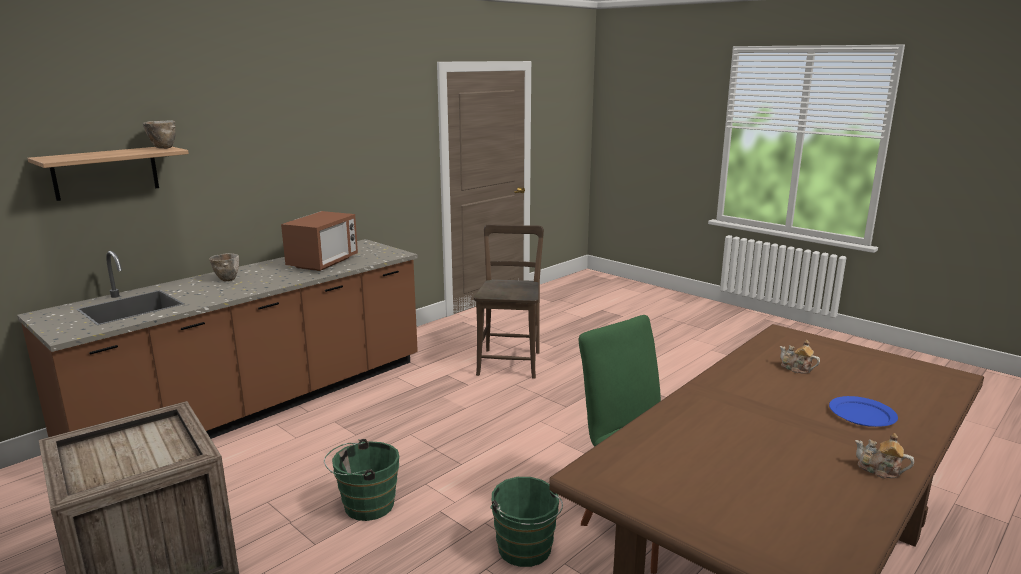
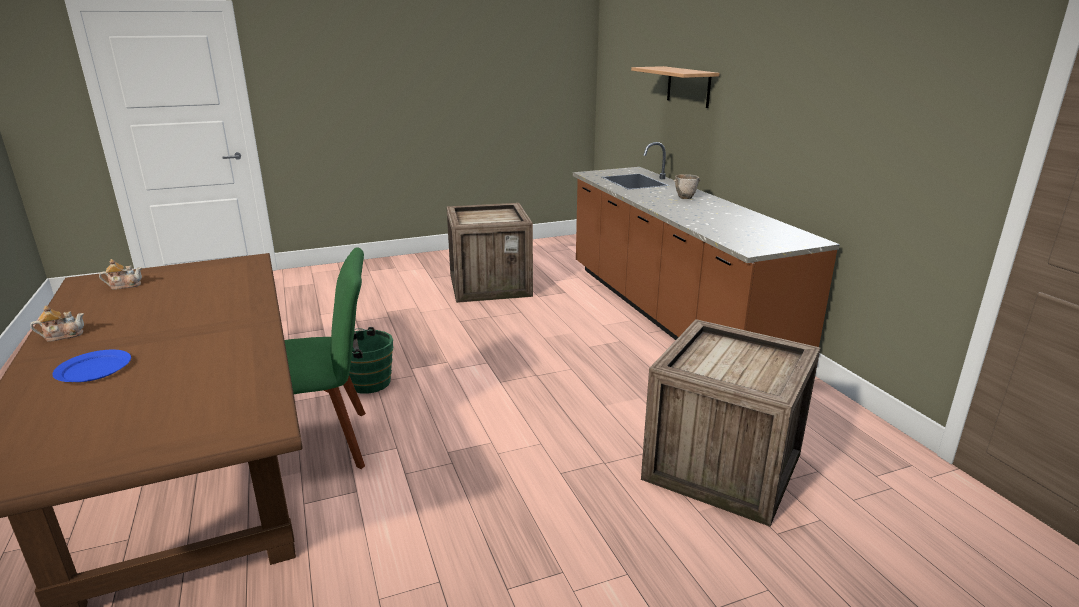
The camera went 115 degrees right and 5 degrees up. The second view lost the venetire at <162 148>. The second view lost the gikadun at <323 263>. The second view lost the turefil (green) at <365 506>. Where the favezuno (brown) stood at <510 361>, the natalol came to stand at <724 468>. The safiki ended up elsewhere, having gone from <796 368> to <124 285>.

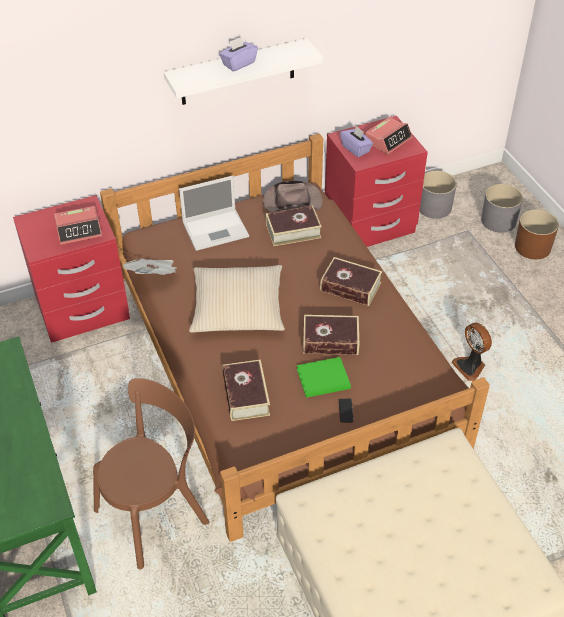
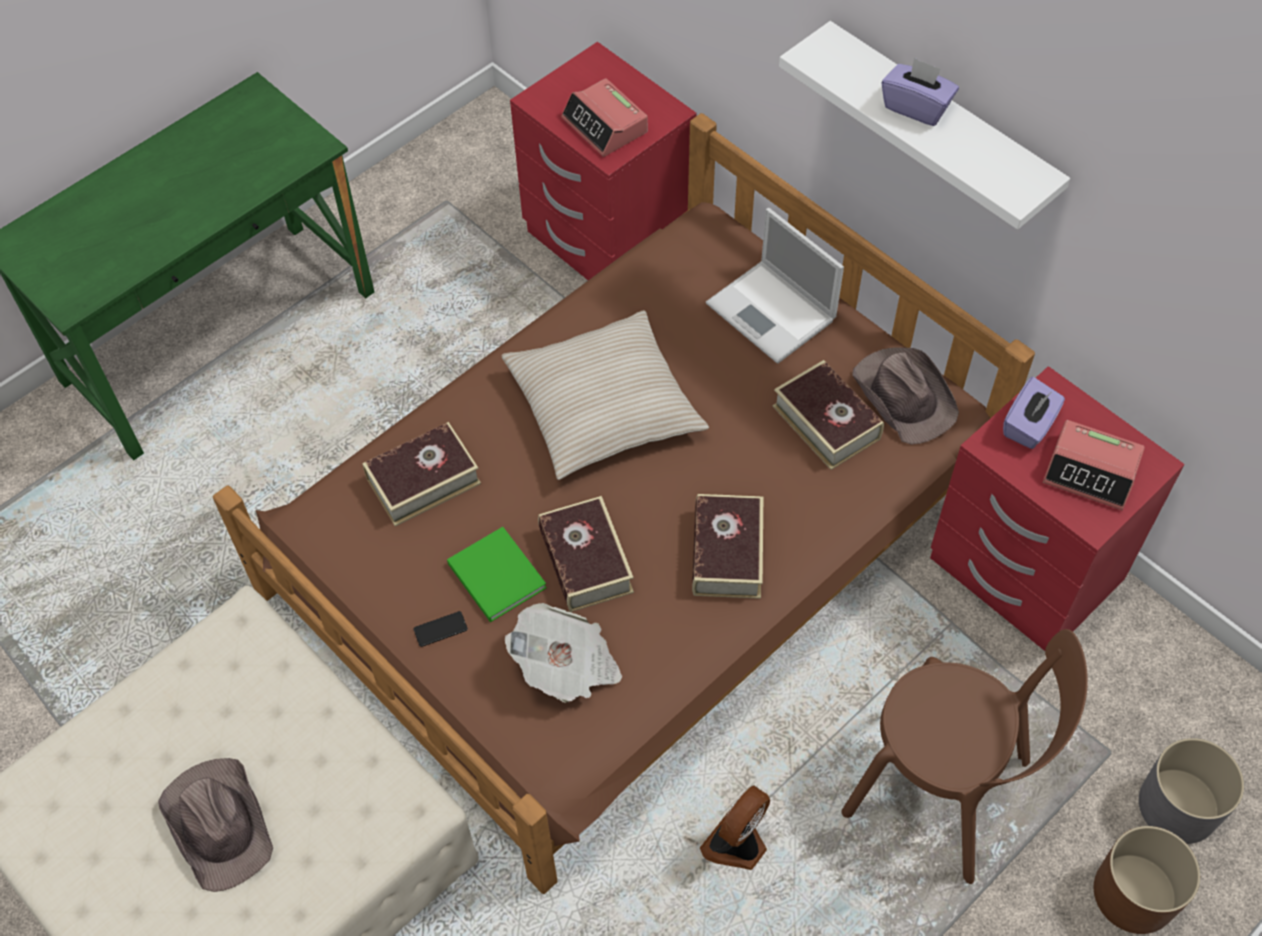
The camera went 70 degrees right and 10 degrees up. The favezuno (brown) ended up elsewhere, having gone from <156 513> to <945 792>. The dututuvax ended up elsewhere, having gone from <154 276> to <567 667>. The second view lost the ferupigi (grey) at <434 207>. The second view gained the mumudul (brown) at <219 822>.

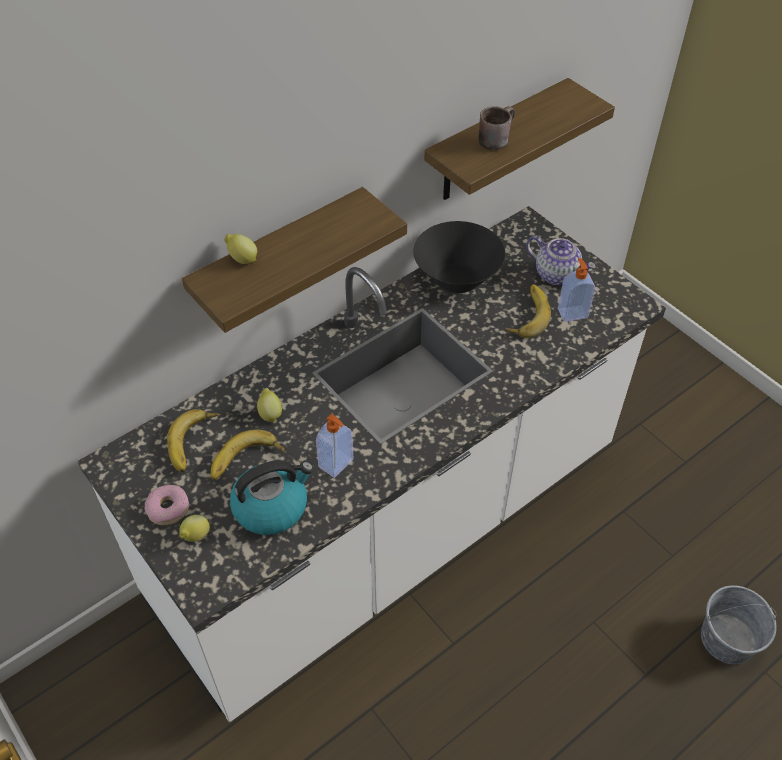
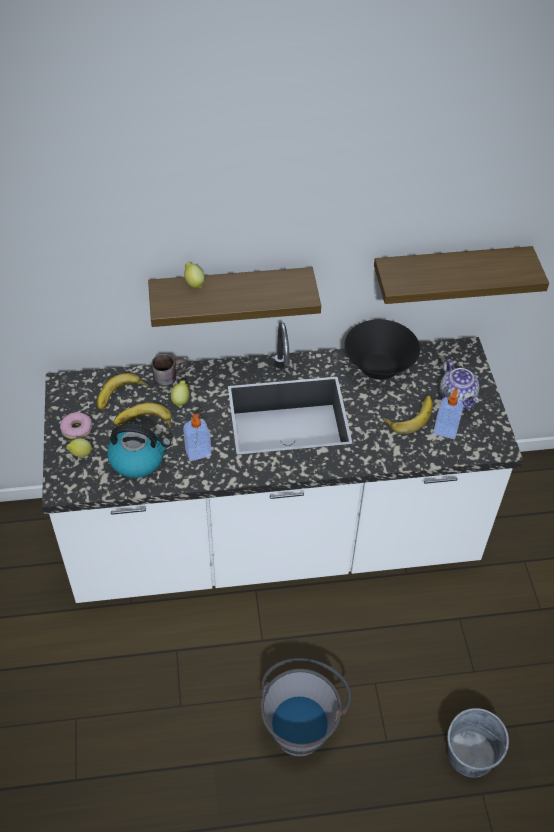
The camera went 30 degrees right and 0 degrees up. The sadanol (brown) ended up elsewhere, having gone from <494 138> to <169 376>. The second view gained the turefil (grey) at <302 721>.

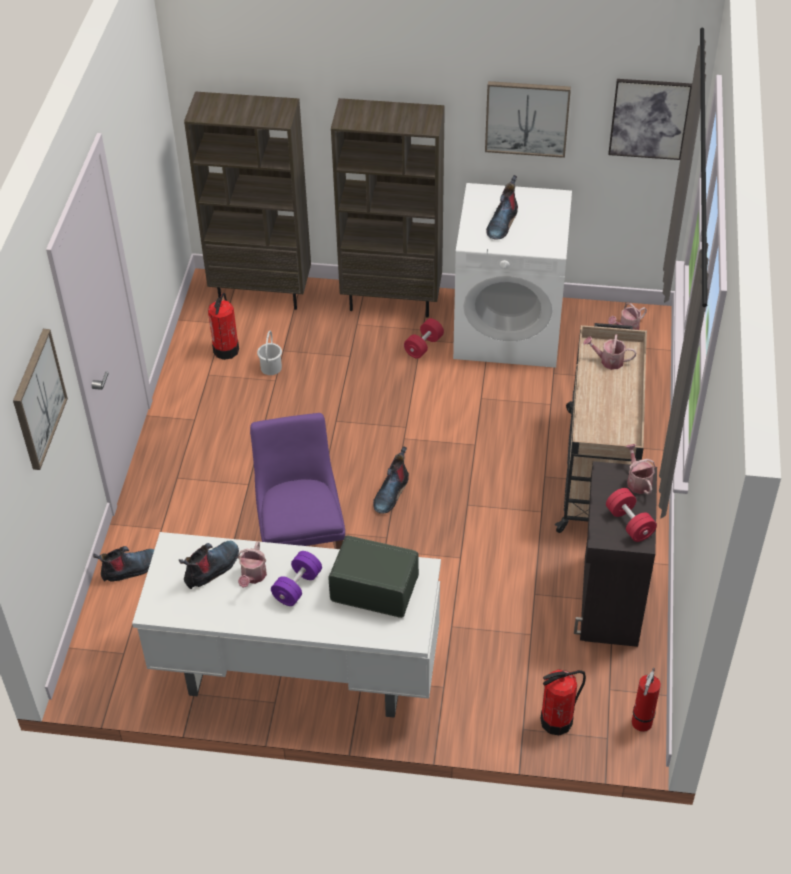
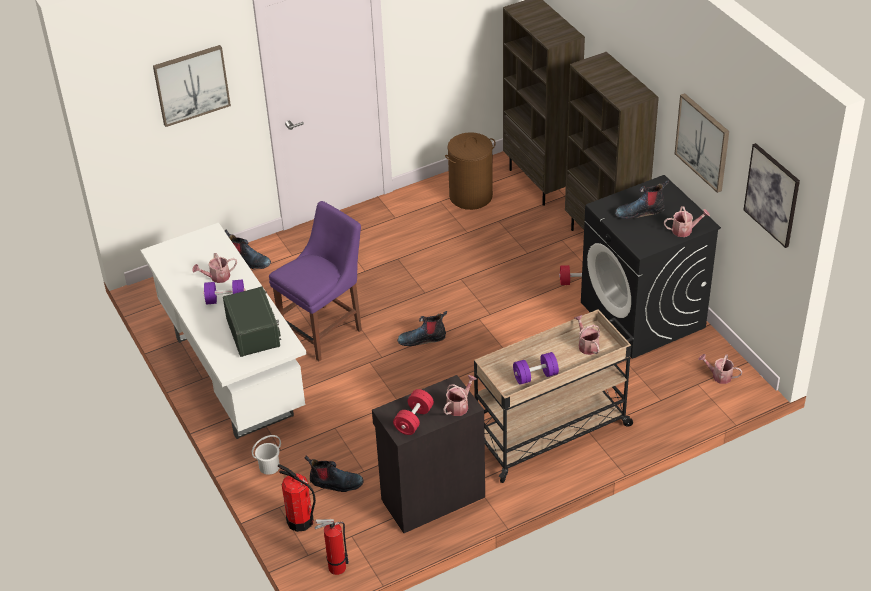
The camera went 55 degrees right and 5 degrees down. The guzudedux ended up elsewhere, having gone from <212 569> to <335 483>. Where the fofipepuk stood at <226 350>, the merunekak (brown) came to stand at <470 196>. The turefil (white) ended up elsewhere, having gone from <271 367> to <269 466>. What was the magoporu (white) at <509 329> turned into the magoporu (black) at <643 315>. The second view gained the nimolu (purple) at <535 376>. The second view gained the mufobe at <685 230>.

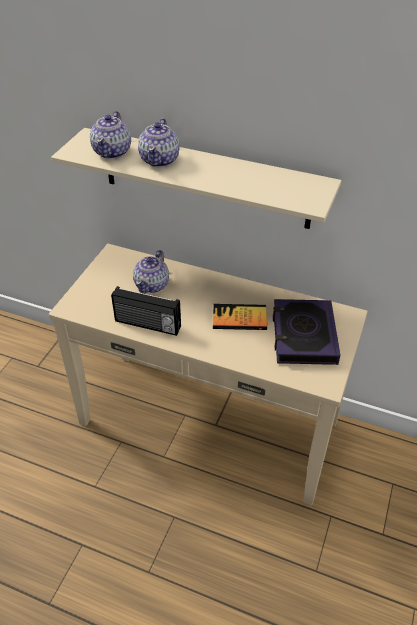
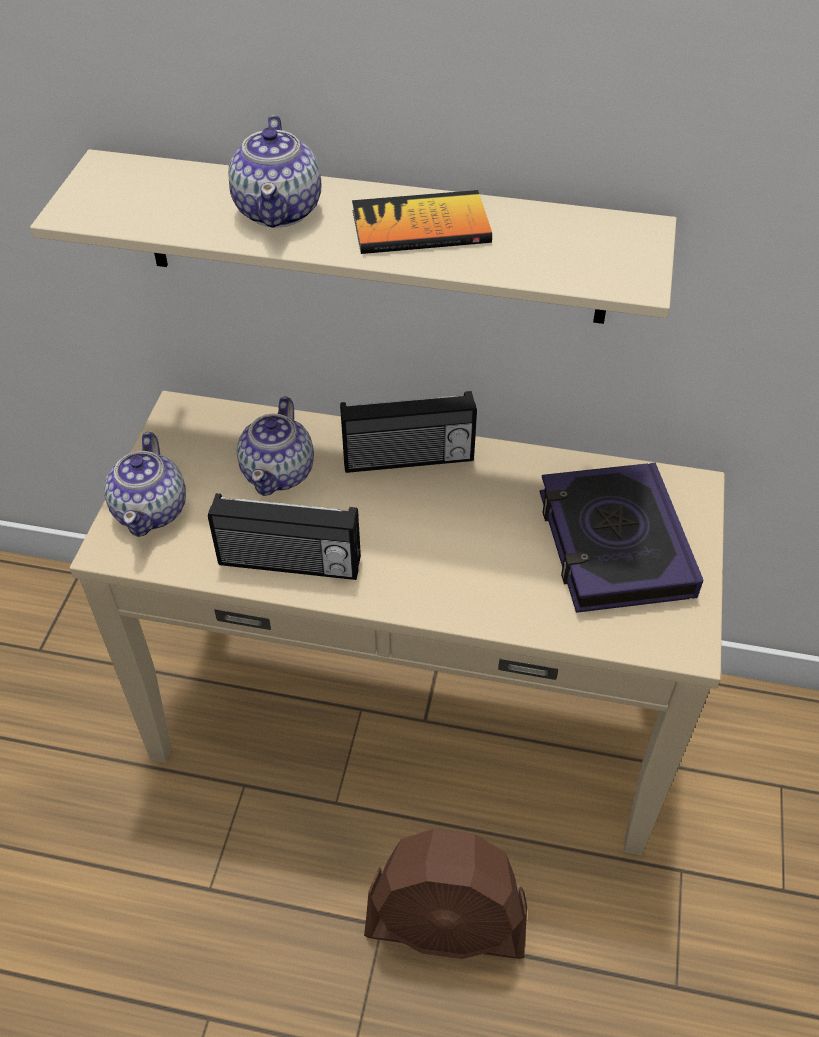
The camera went 10 degrees left and 5 degrees up. The safiki ended up elsewhere, having gone from <113 152> to <152 510>. The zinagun ended up elsewhere, having gone from <239 318> to <420 227>. The second view gained the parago at <408 460>. The second view gained the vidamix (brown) at <446 923>.

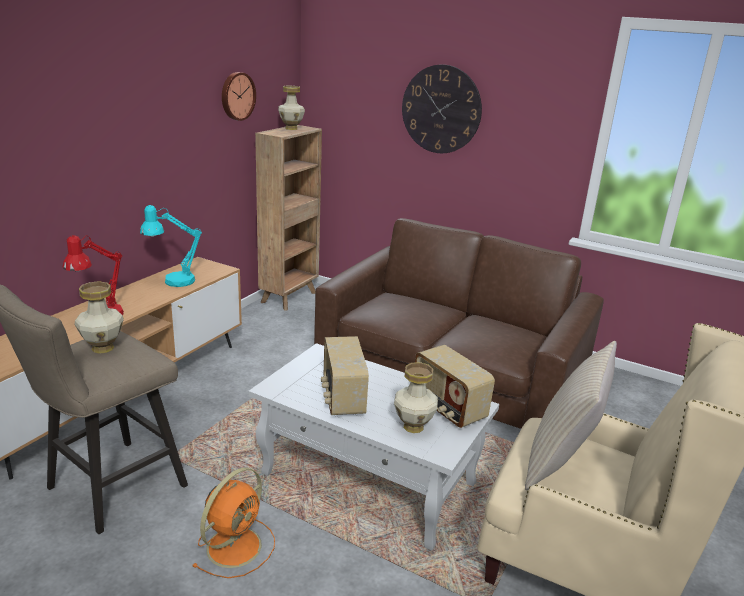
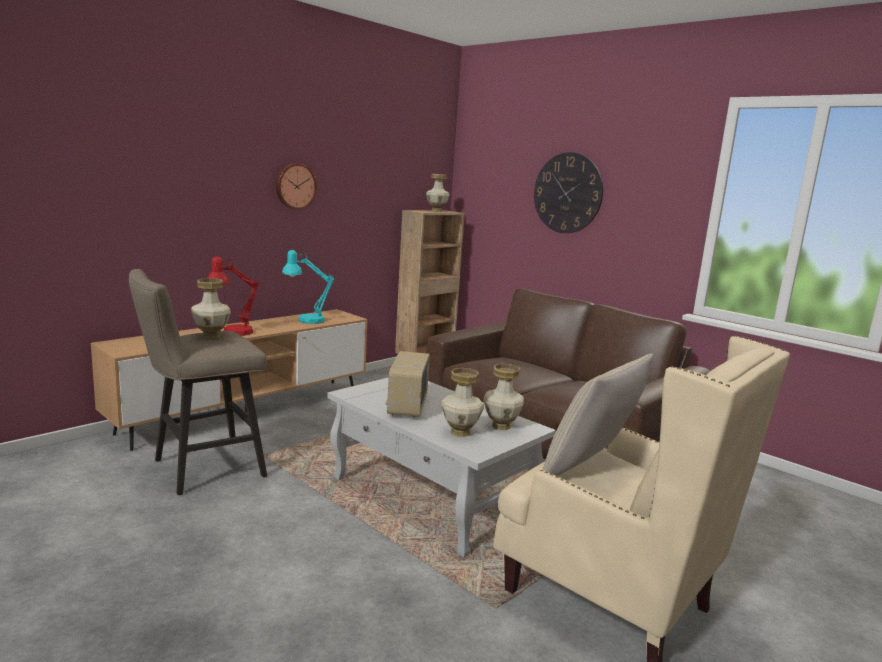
The camera went 15 degrees right and 10 degrees down. The second view lost the vidamix (orange) at <236 545>. The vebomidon ended up elsewhere, having gone from <237 96> to <295 186>. Where the parago stood at <447 409>, the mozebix came to stand at <501 426>.

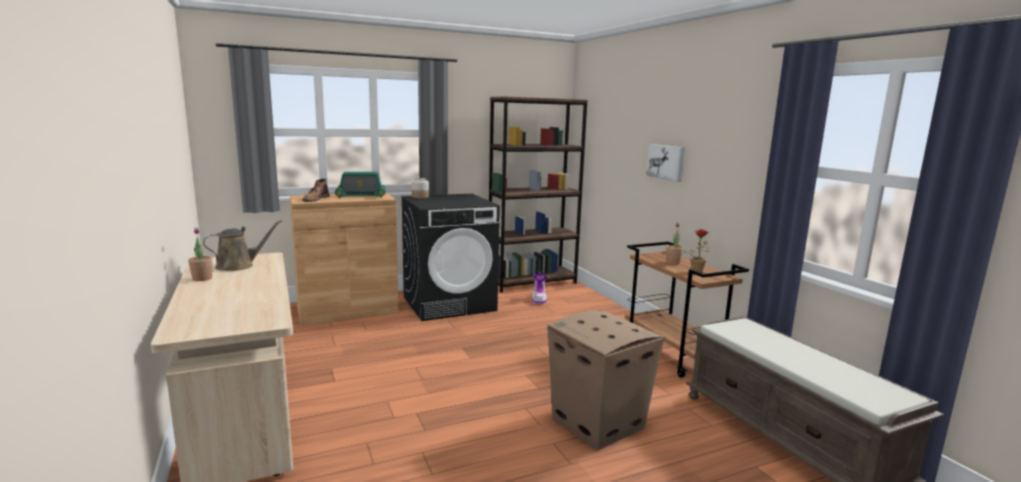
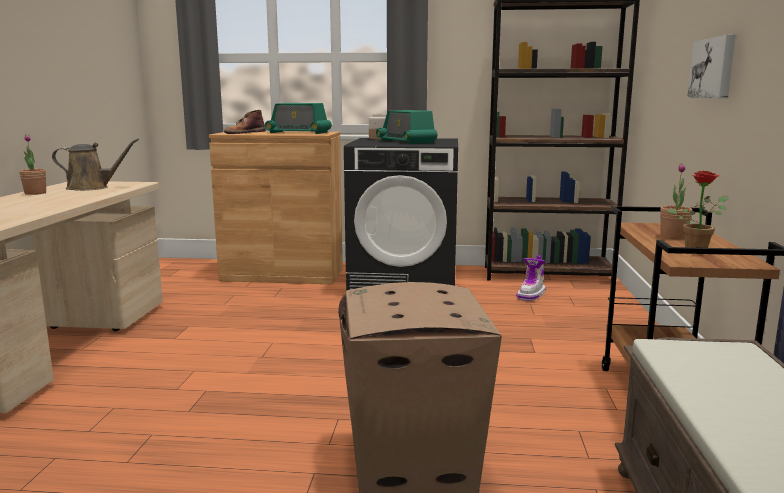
The camera went 30 degrees right and 0 degrees up. The second view gained the parago at <406 141>.

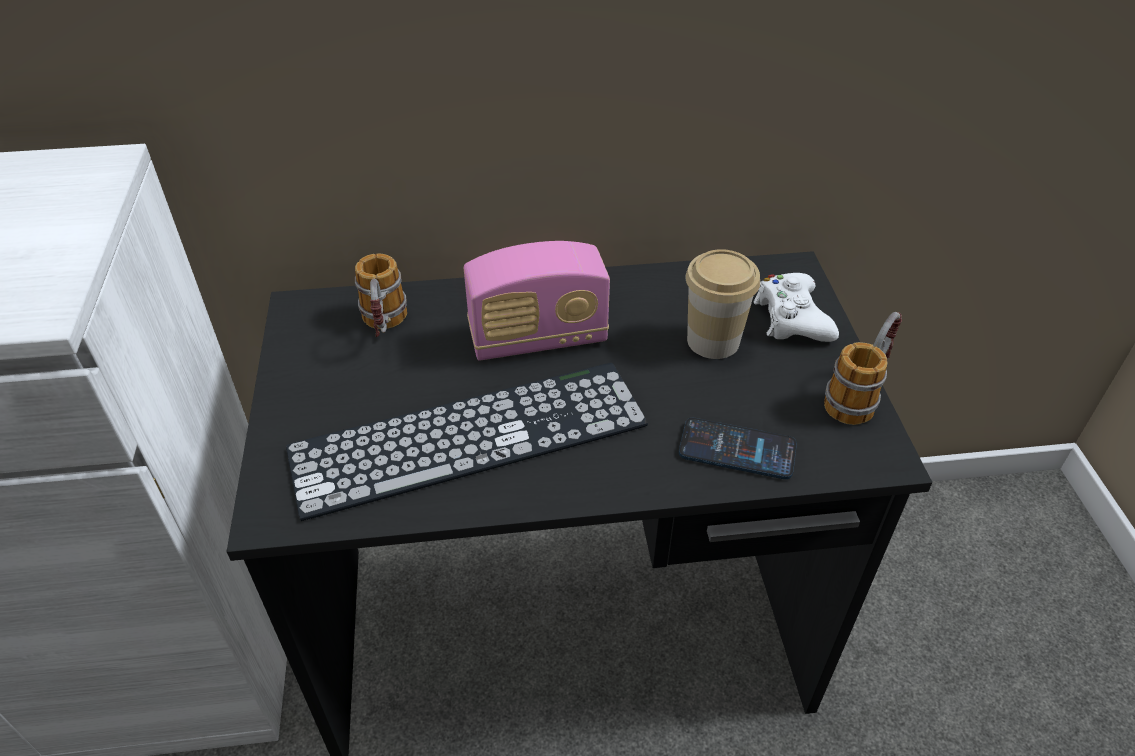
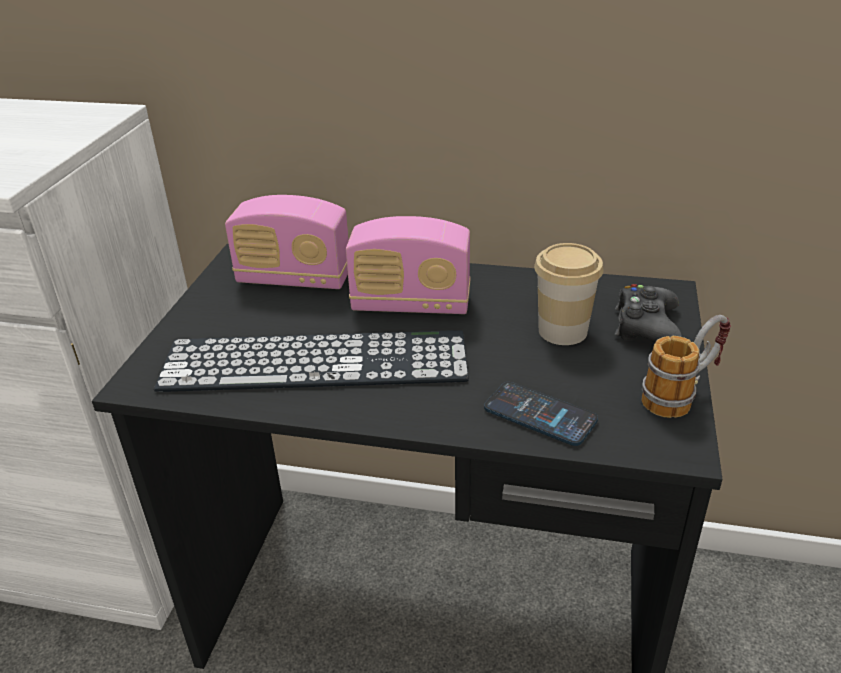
The camera went 20 degrees right and 10 degrees down. Where the sadanol stood at <385 329>, the parago came to stand at <294 279>. What was the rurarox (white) at <791 318> turned into the rurarox (black) at <646 326>.

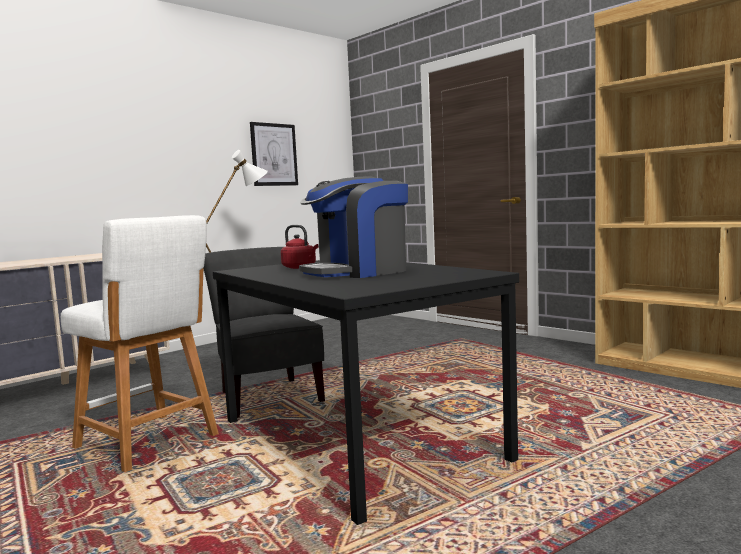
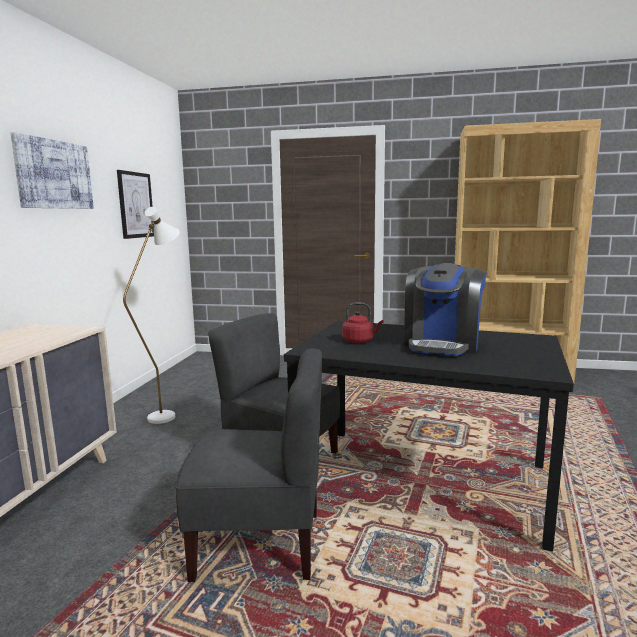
The camera went 35 degrees left and 5 degrees up. Where the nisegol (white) stood at <150 443>, the favezuno (grey) came to stand at <260 544>. The second view gained the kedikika at <54 174>.

